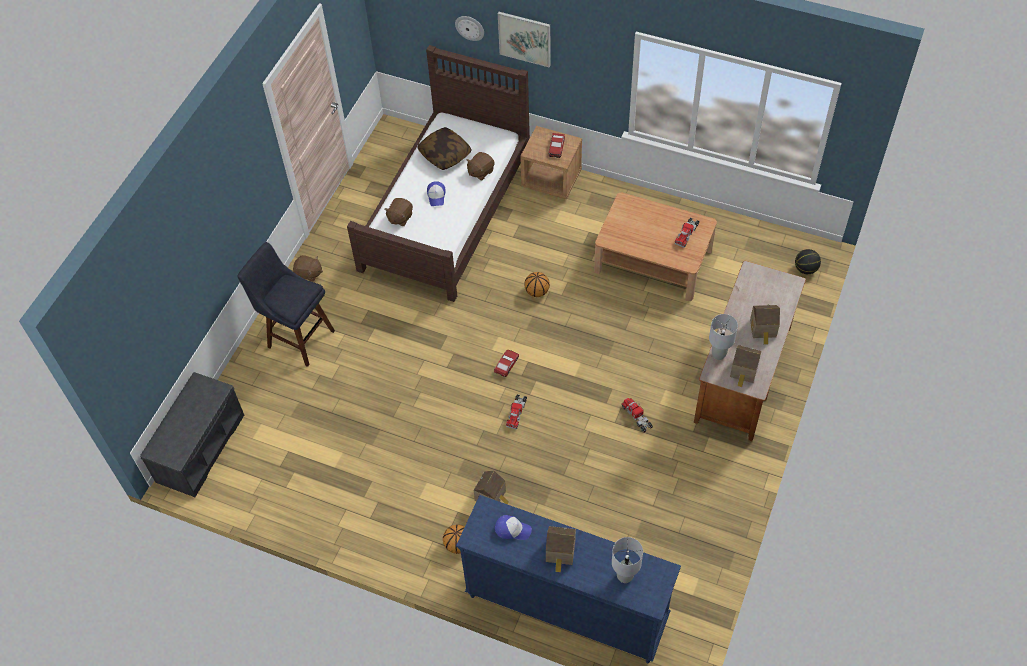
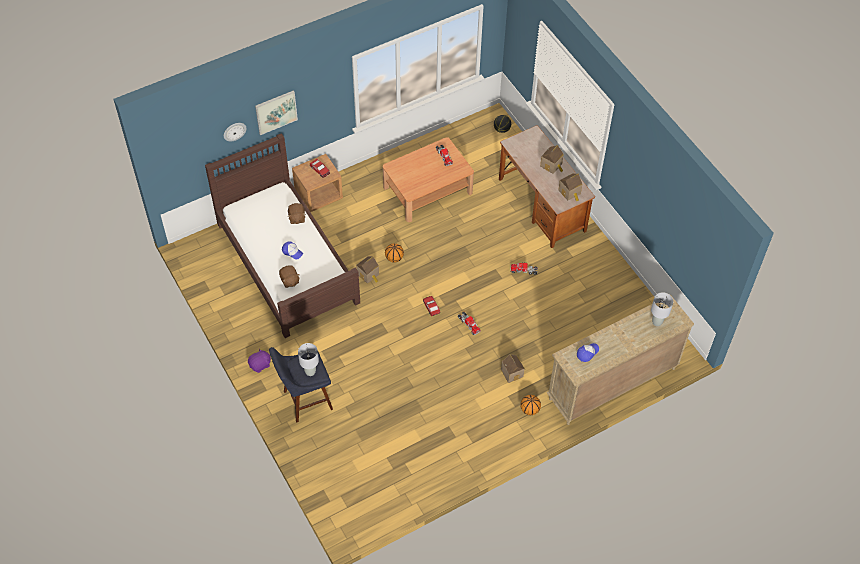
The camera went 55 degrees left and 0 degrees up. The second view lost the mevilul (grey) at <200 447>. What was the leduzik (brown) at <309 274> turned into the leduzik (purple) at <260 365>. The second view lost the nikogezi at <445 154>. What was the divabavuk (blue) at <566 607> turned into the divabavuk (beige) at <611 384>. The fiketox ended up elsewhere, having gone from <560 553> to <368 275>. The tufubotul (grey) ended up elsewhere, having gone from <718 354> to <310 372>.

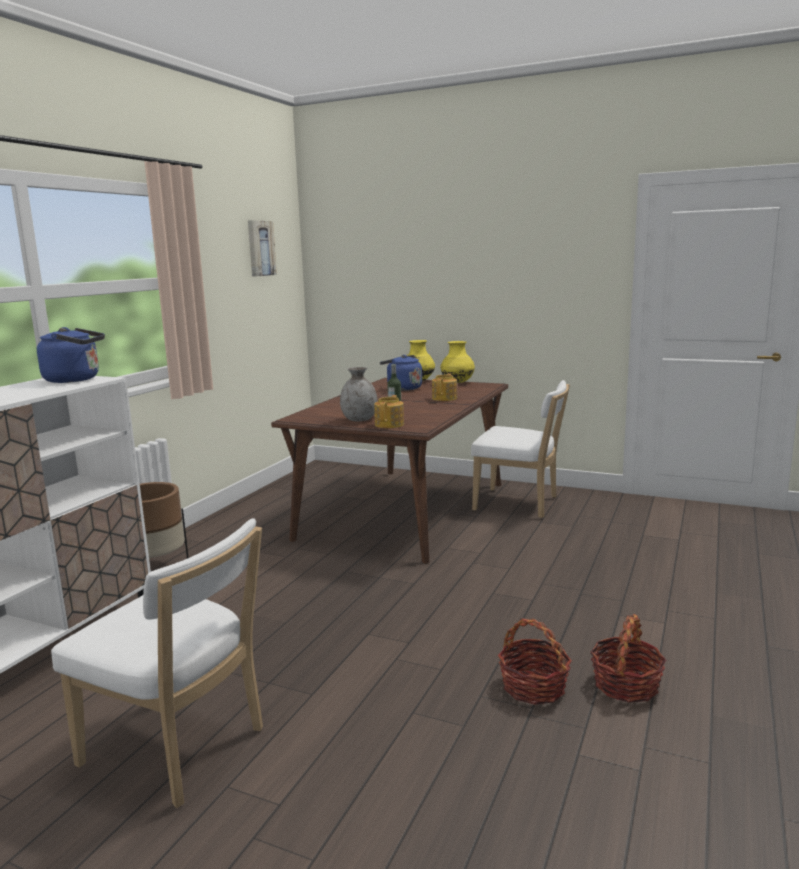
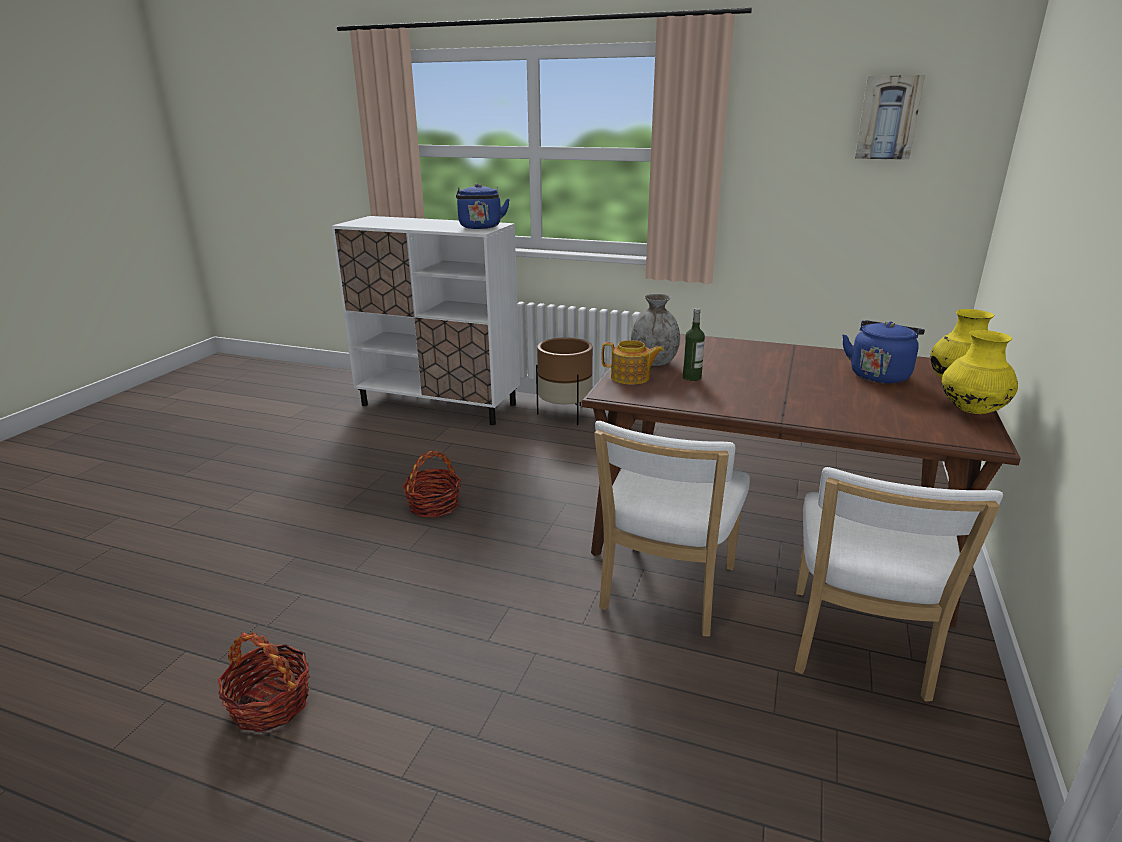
The camera went 85 degrees right and 10 degrees up. The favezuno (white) ended up elsewhere, having gone from <180 749> to <665 592>. The second view lost the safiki at <445 398>. The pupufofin ended up elsewhere, having gone from <533 687> to <434 505>.

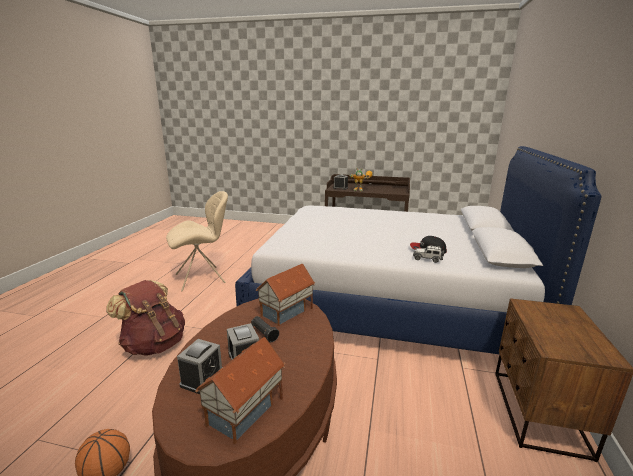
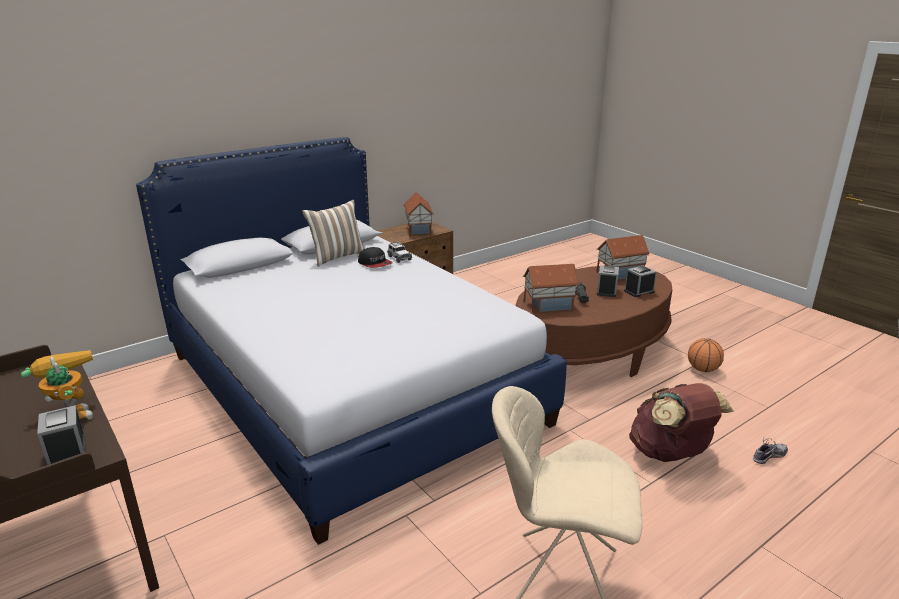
The camera went 140 degrees left and 5 degrees up. The second view gained the nikogezi at <337 257>. The second view gained the fiketox at <418 230>. The second view gained the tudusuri at <769 456>.

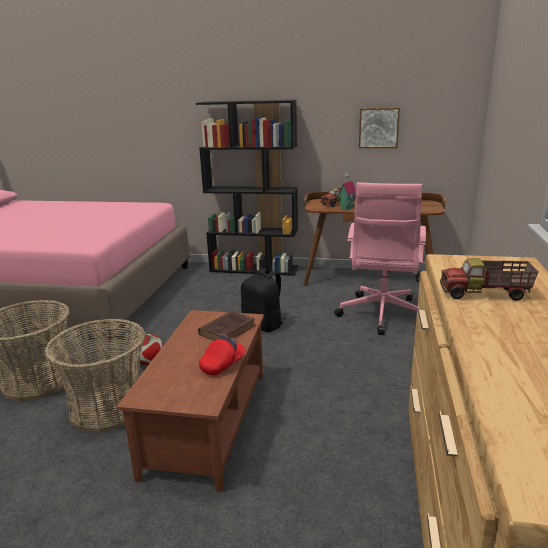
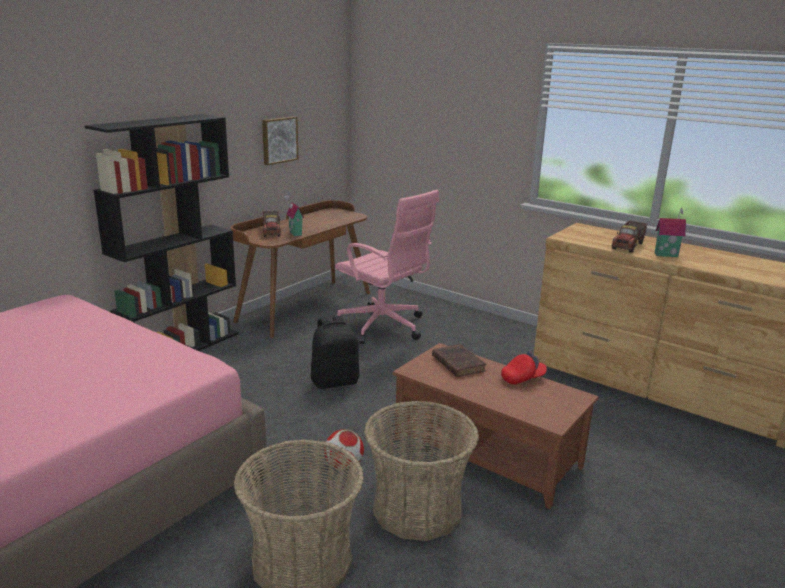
The camera went 65 degrees left and 0 degrees up. The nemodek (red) at <223 365> ended up facing another way, 90 degrees clockwise from before. The second view gained the fiketox at <666 254>.

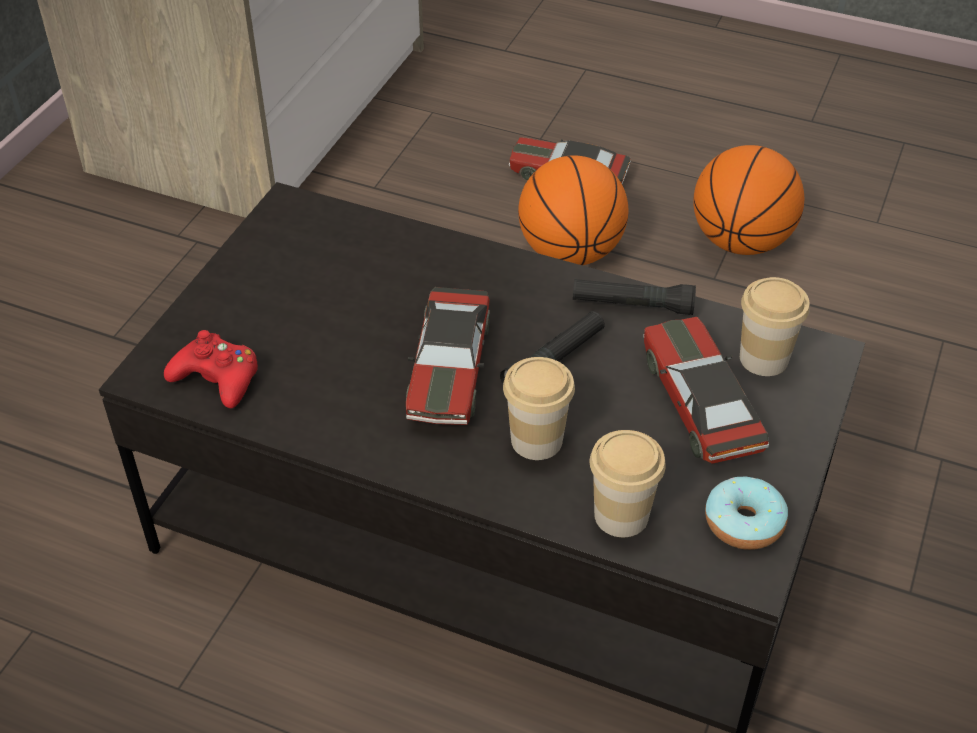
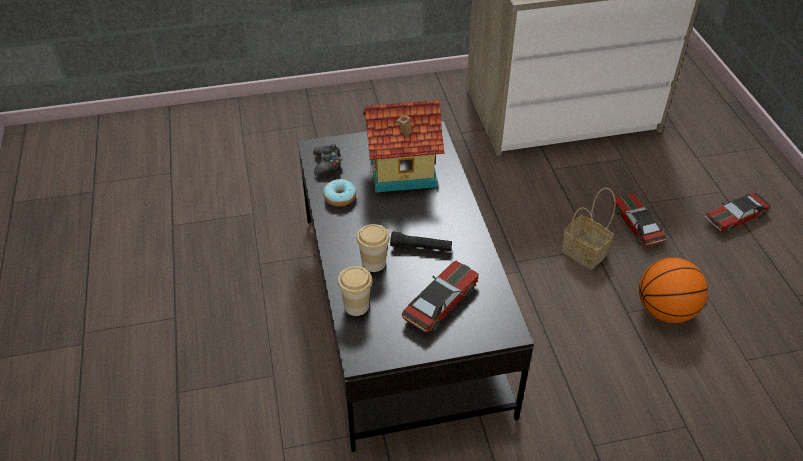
The camera went 55 degrees right and 0 degrees up. What was the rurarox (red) at <217 378> turned into the rurarox (black) at <327 164>. The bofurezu ended up elsewhere, having gone from <449 370> to <735 217>. Where the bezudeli stood at <570 252>, the pupufofin came to stand at <585 253>. The second view lost the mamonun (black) at <632 305>. The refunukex ended up elsewhere, having gone from <743 523> to <340 197>. The second view lost the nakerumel at <763 358>. The second view gained the fiketox at <403 170>.

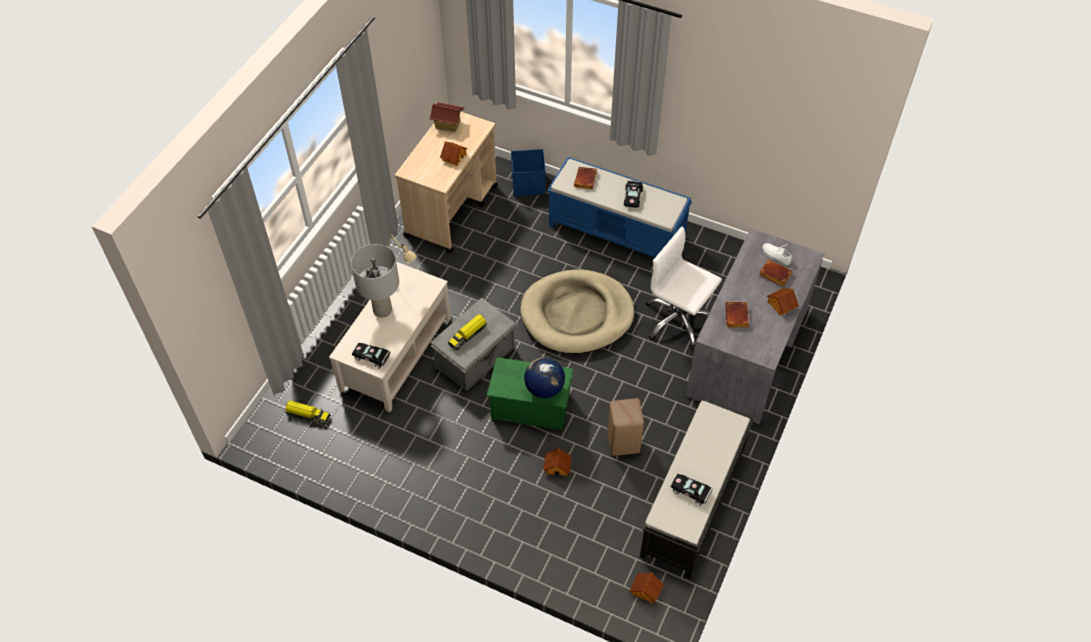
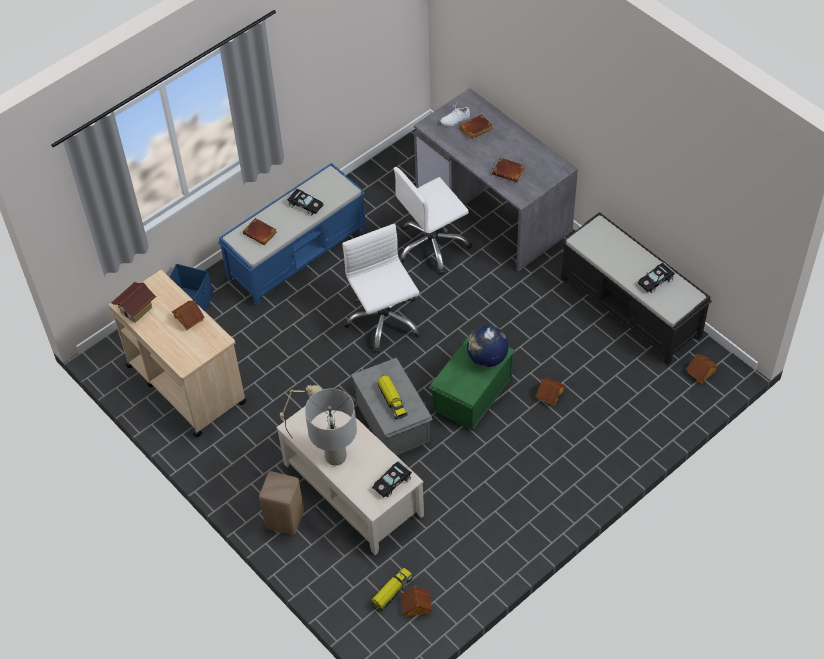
The camera went 65 degrees left and 0 degrees up. Where the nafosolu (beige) stood at <577 315>, the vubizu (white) came to stand at <384 321>. The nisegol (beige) ended up elsewhere, having gone from <622 443> to <285 520>. The fiketox ended up elsewhere, having gone from <780 305> to <416 606>.

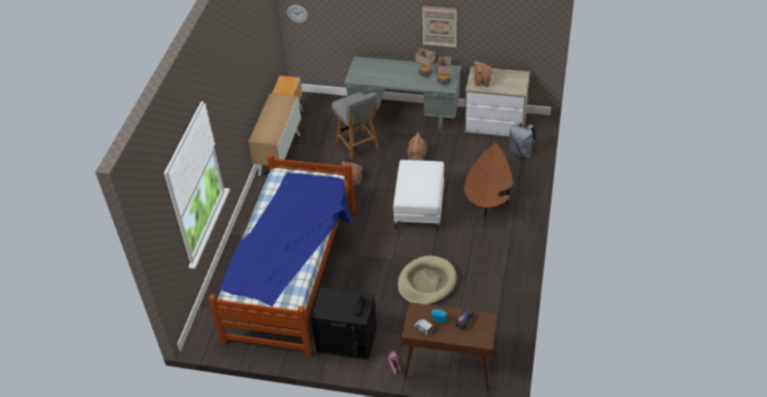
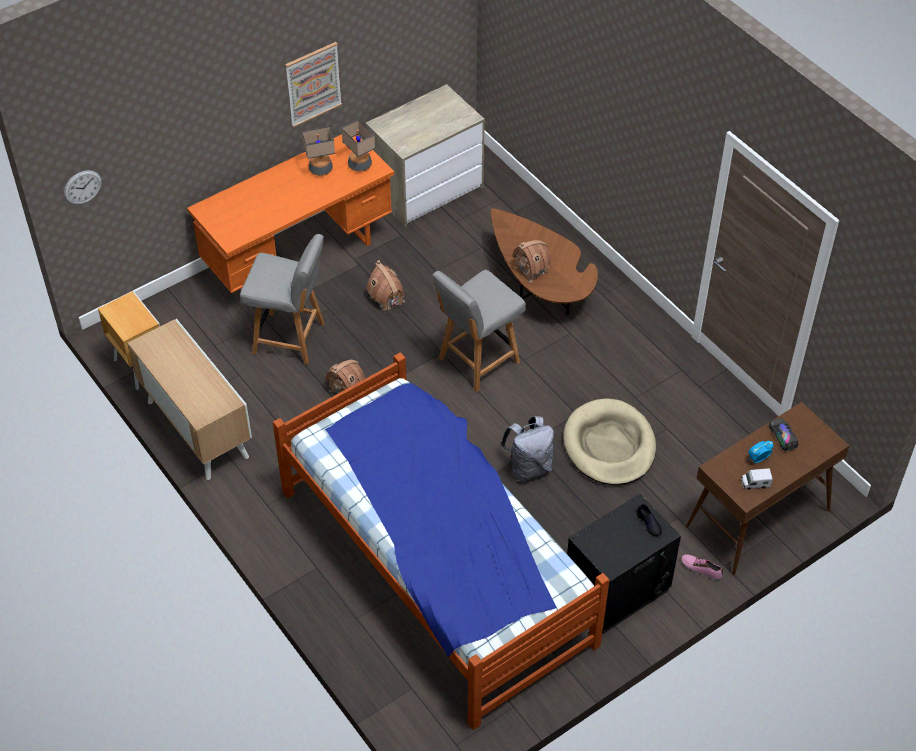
The camera went 50 degrees left and 5 degrees up. What was the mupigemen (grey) at <405 116> turned into the mupigemen (orange) at <299 255>. Where the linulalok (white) stood at <419 207>, the favezuno (grey) came to stand at <477 361>. The fiketox ended up elsewhere, having gone from <482 82> to <531 269>. The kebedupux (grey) ended up elsewhere, having gone from <520 152> to <528 467>.

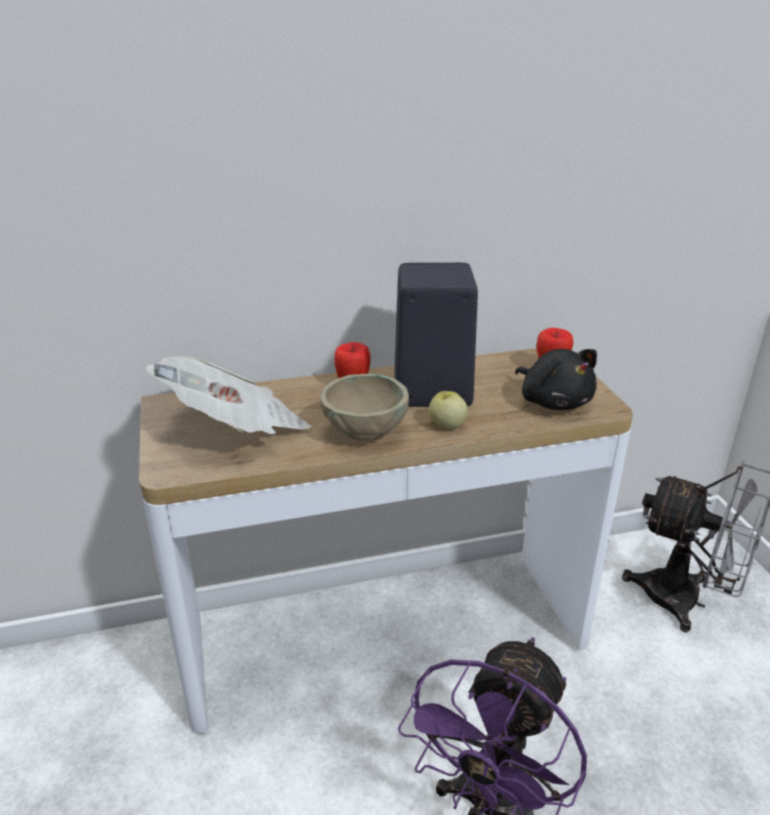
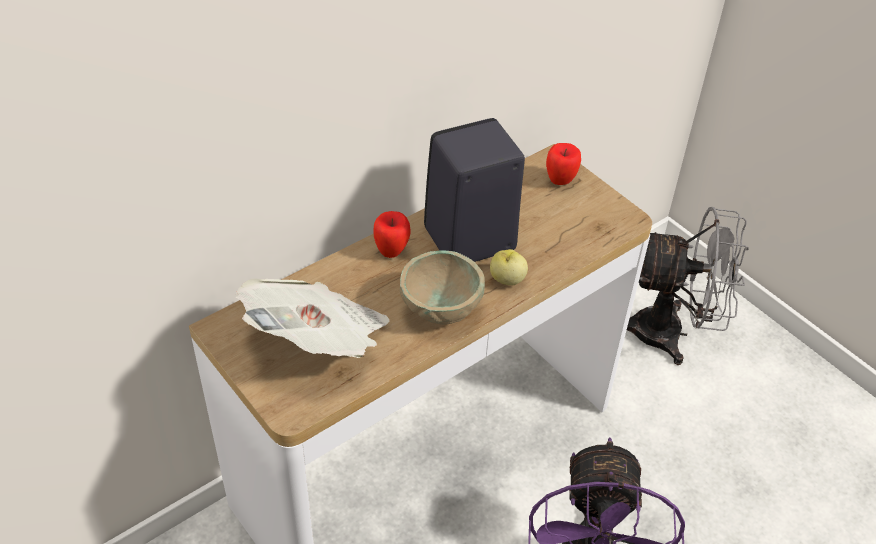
The camera went 25 degrees left and 15 degrees up. The second view lost the leduzik (black) at <554 401>.

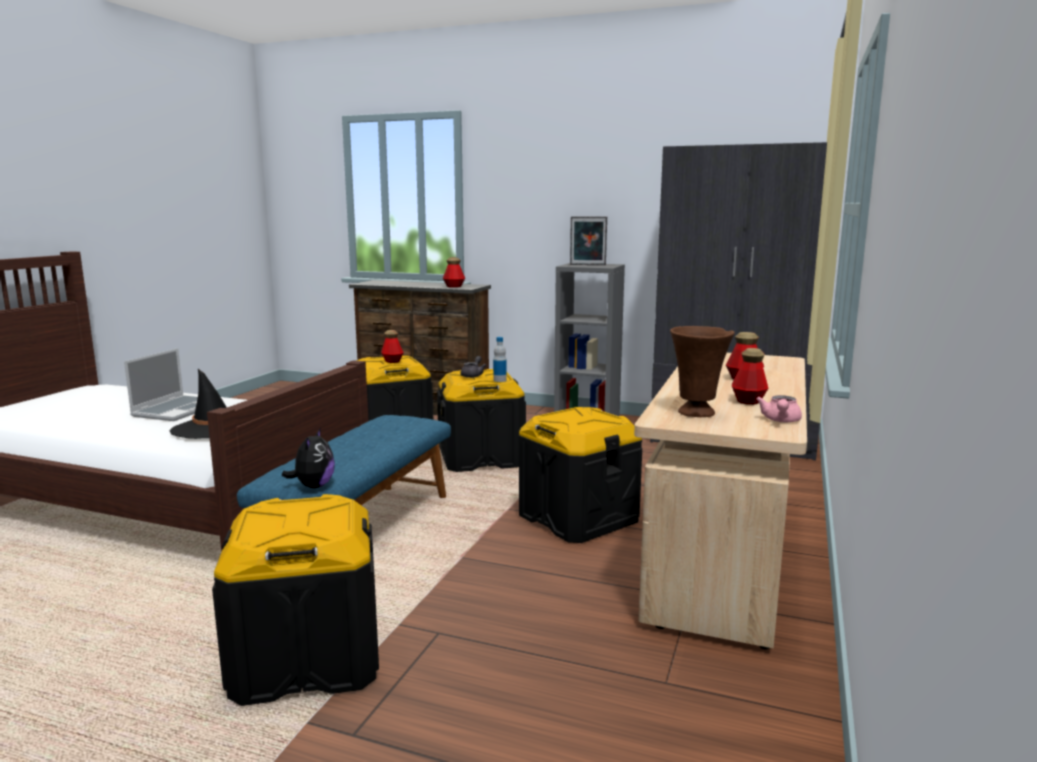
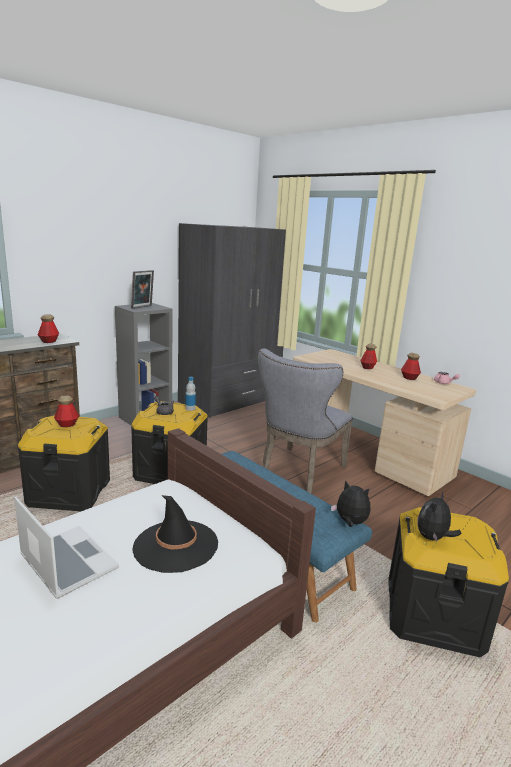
The camera went 65 degrees left and 5 degrees up. Where the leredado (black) stood at <578 518>, the favezuno (grey) came to stand at <299 473>. The second view lost the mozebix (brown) at <697 413>. The second view gained the leduzik at <433 538>.

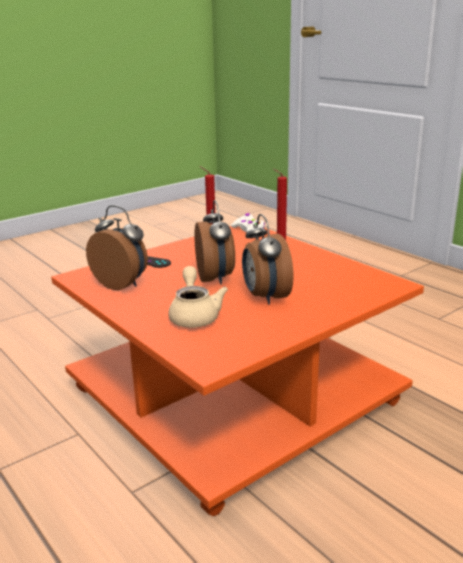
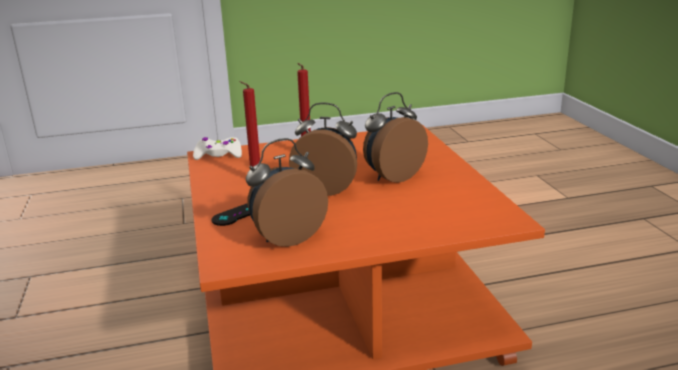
The camera went 65 degrees left and 0 degrees up. The second view lost the safiki (beige) at <194 315>. The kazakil at <265 297> ended up facing another way, 135 degrees clockwise from before.

